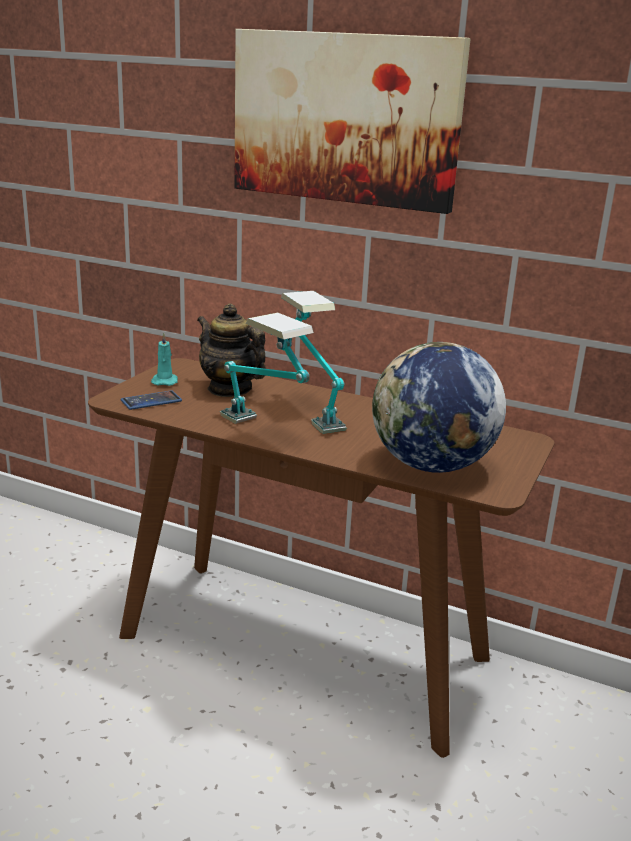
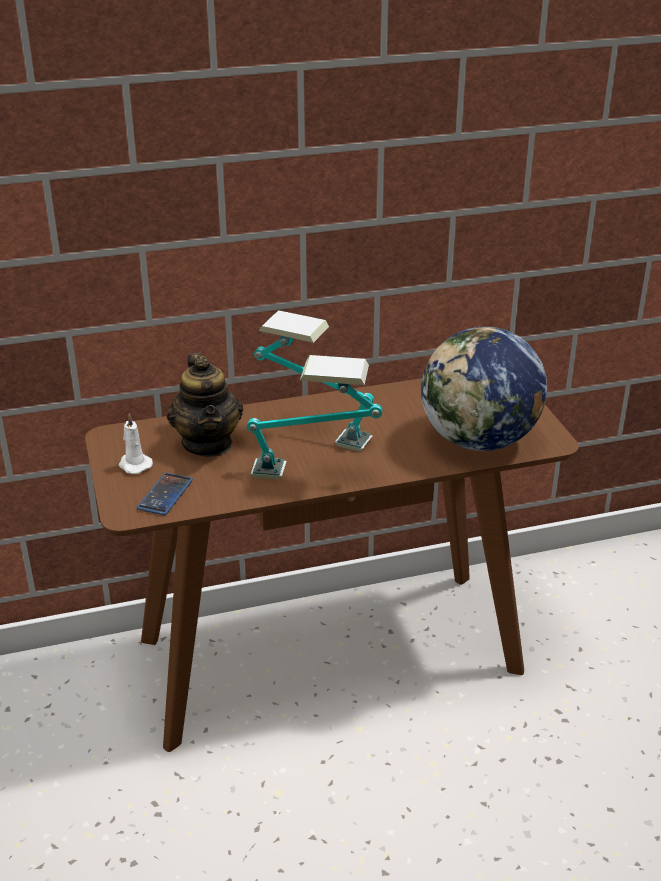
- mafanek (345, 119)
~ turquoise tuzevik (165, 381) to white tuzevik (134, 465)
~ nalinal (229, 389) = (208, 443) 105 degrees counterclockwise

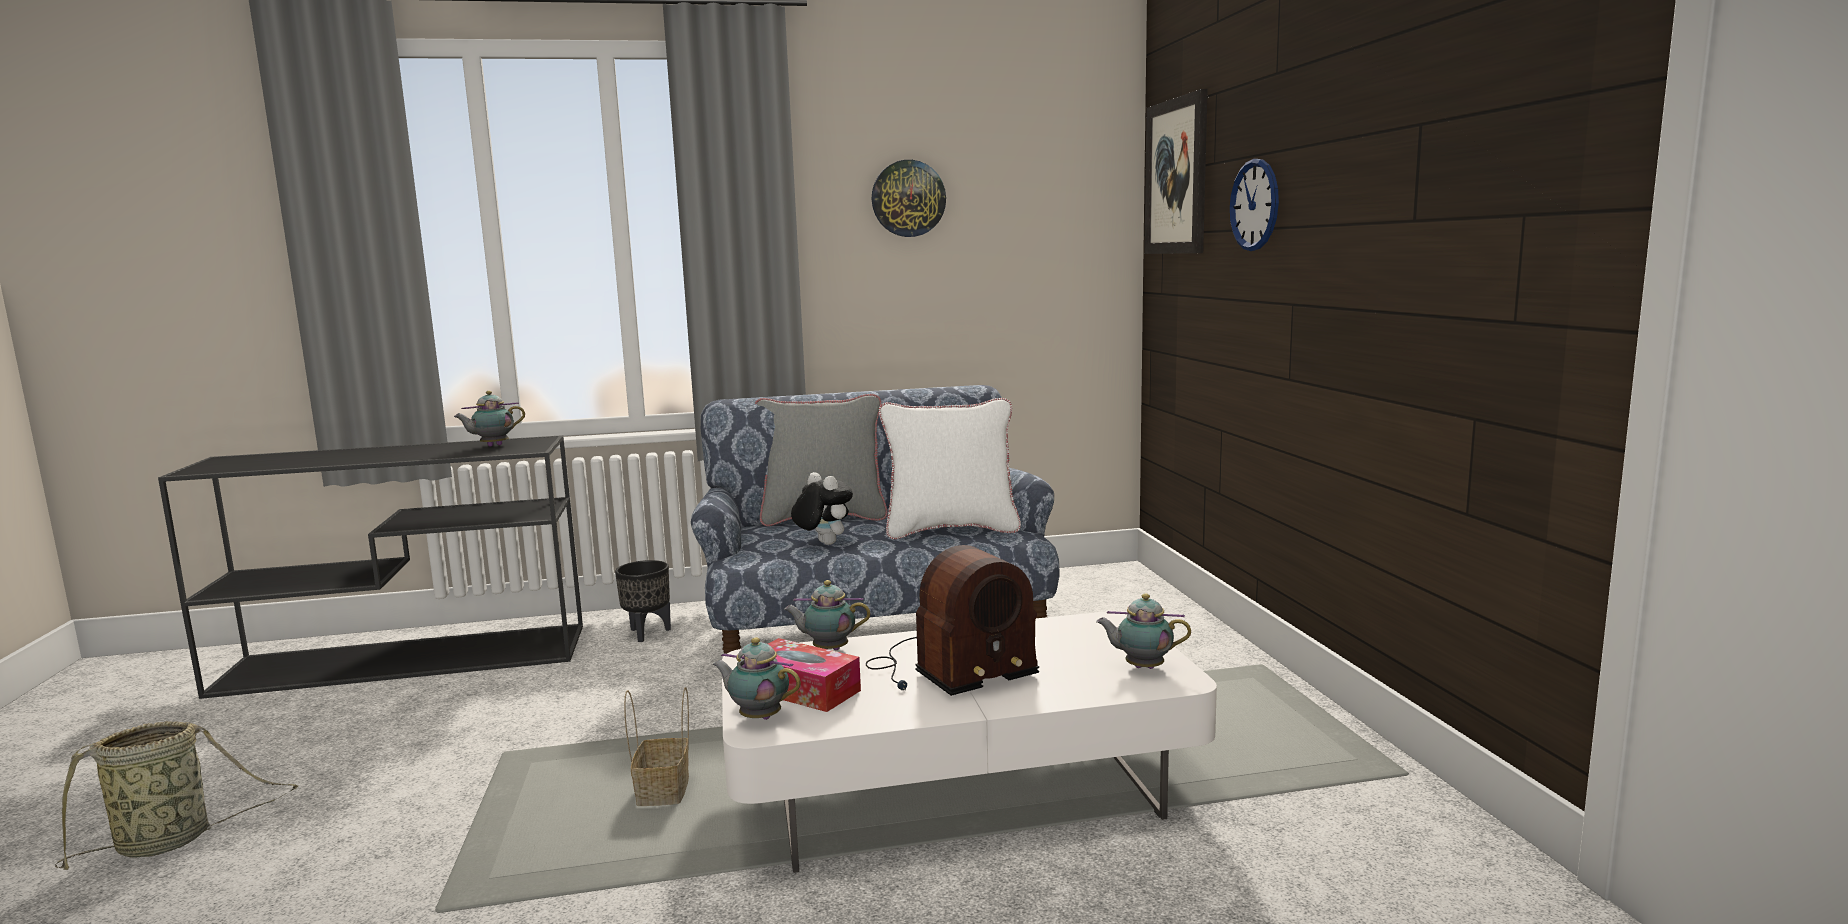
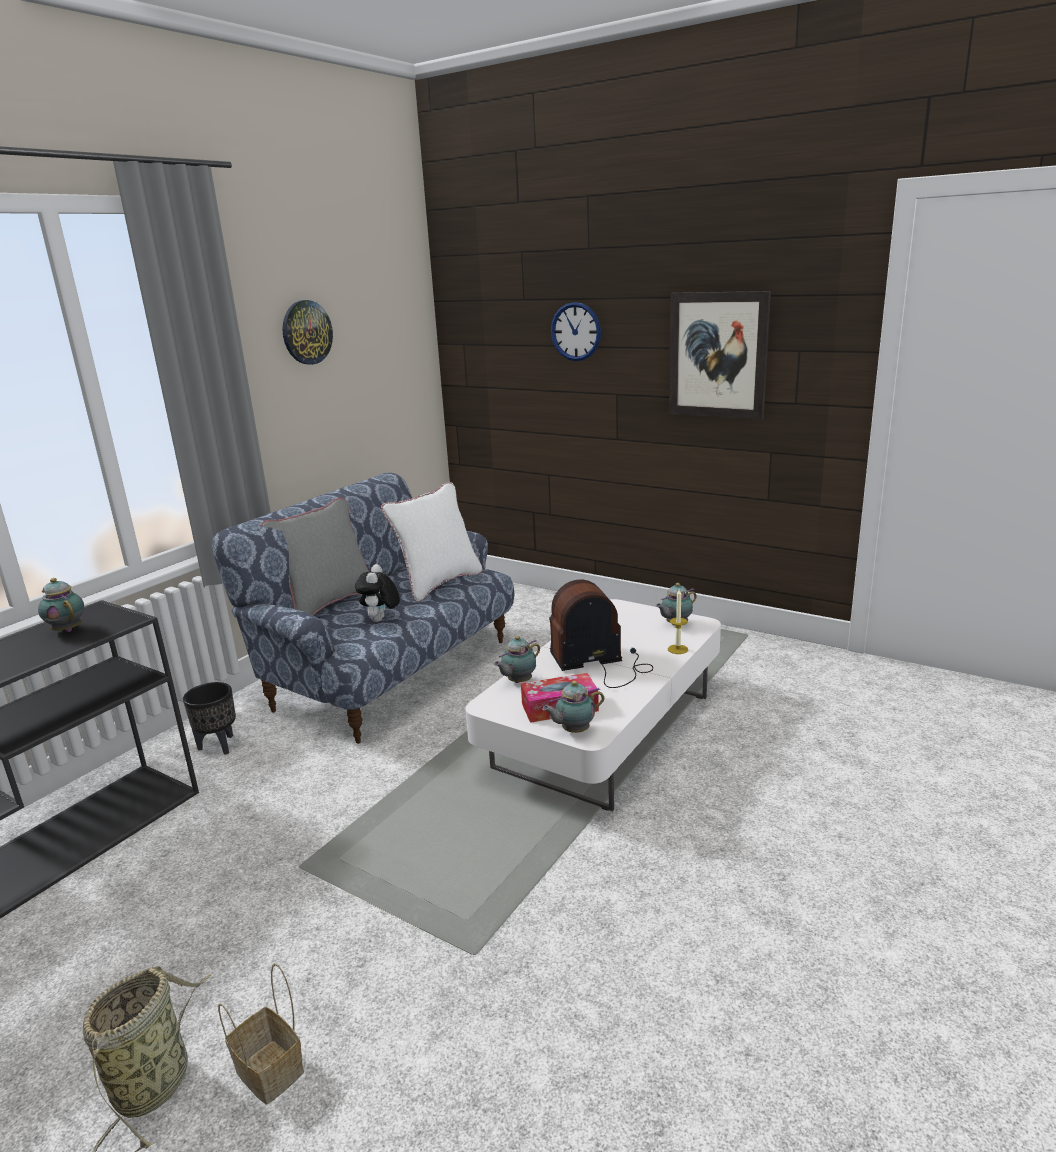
+ tuzevik (677, 649)
~ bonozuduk (664, 794) to (272, 1071)
~ mafanek (1176, 177) to (718, 355)
~ nalinal (492, 446) = (67, 629) 120 degrees clockwise
~ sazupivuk (823, 543) = (380, 620) 90 degrees counterclockwise
~ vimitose (948, 669) = (601, 663) 120 degrees counterclockwise

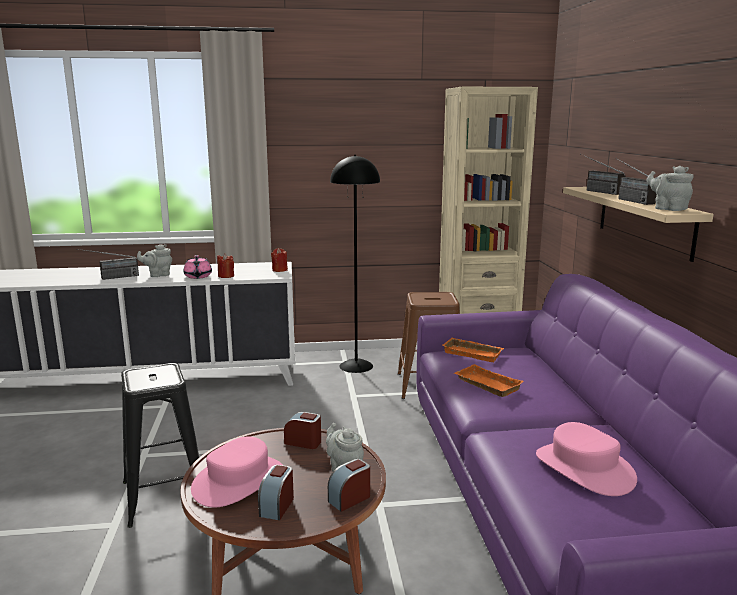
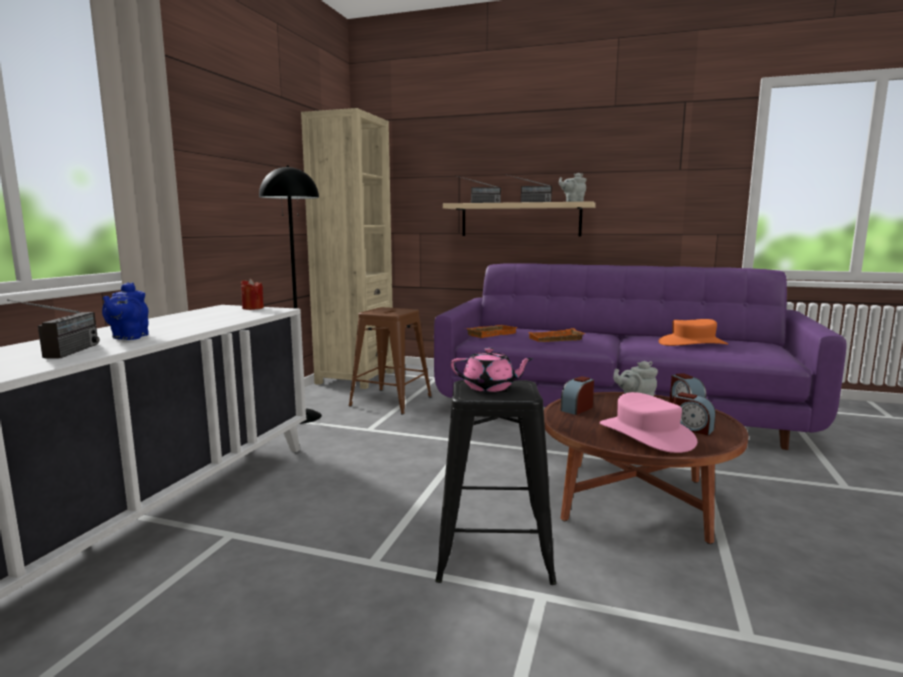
- red tuzevik (226, 276)
~ pink nalinal (198, 276) to (490, 387)
~ grey nalinal (158, 275) to blue nalinal (129, 337)
~ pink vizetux (583, 468) to orange vizetux (692, 343)

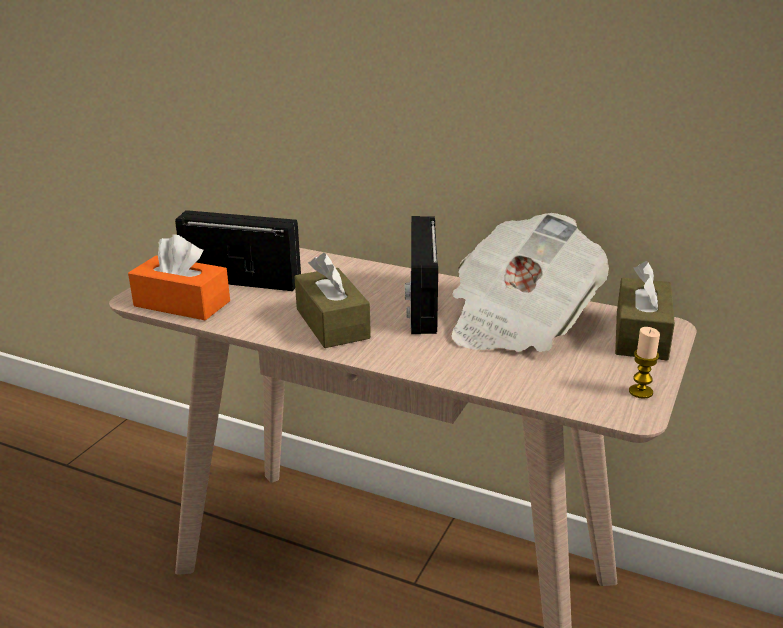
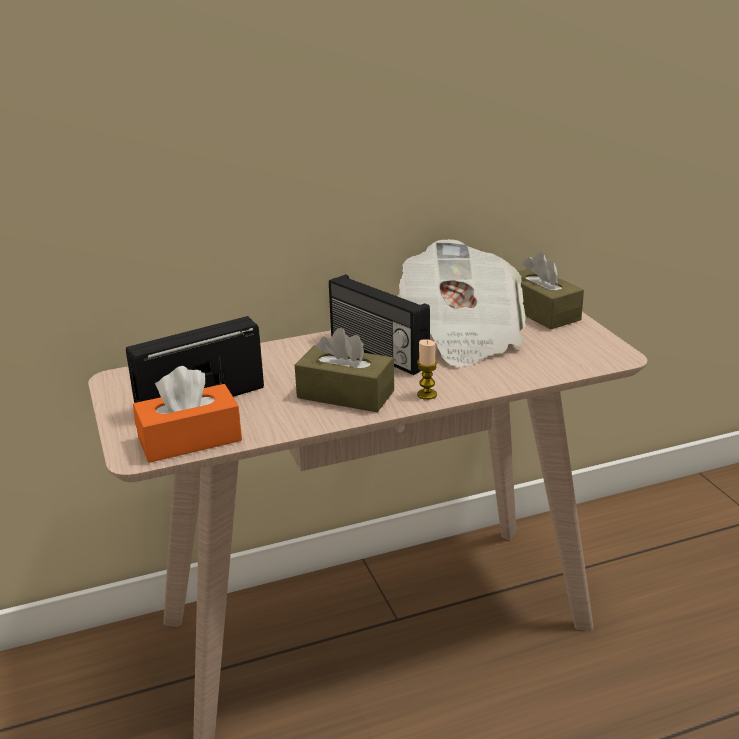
~ tuzevik (640, 392) to (427, 394)

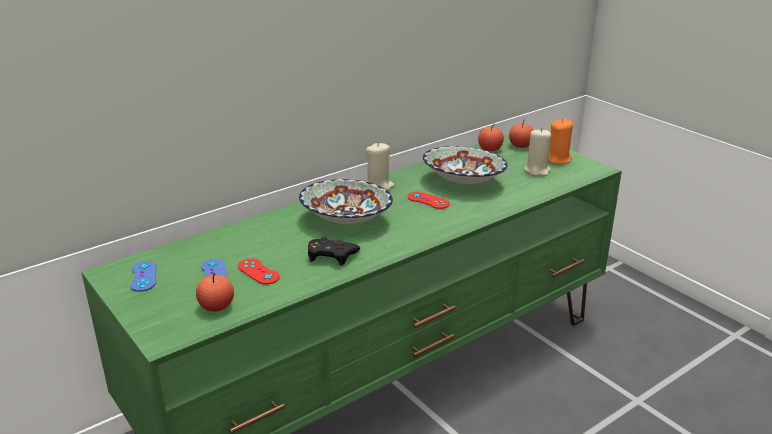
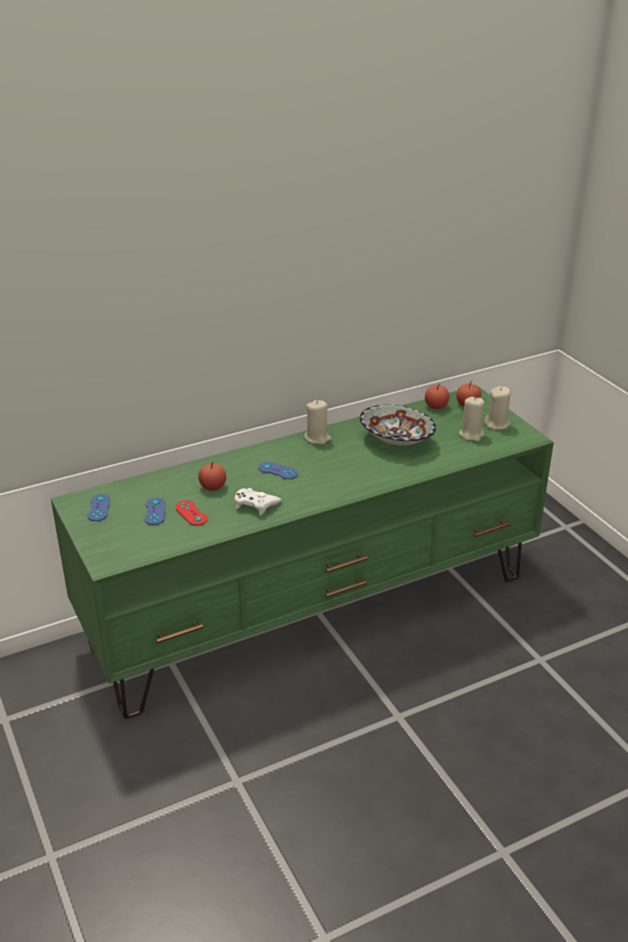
- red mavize (428, 200)
~ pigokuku (216, 306) to (213, 487)
~ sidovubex (346, 220) to blue mavize (278, 471)
~ black mavize (331, 255) to white mavize (255, 504)
~ orange tuzevik (558, 159) to beige tuzevik (497, 424)

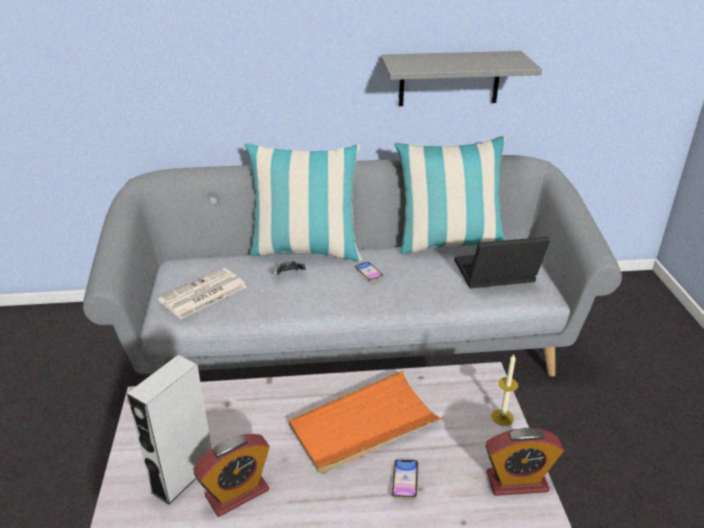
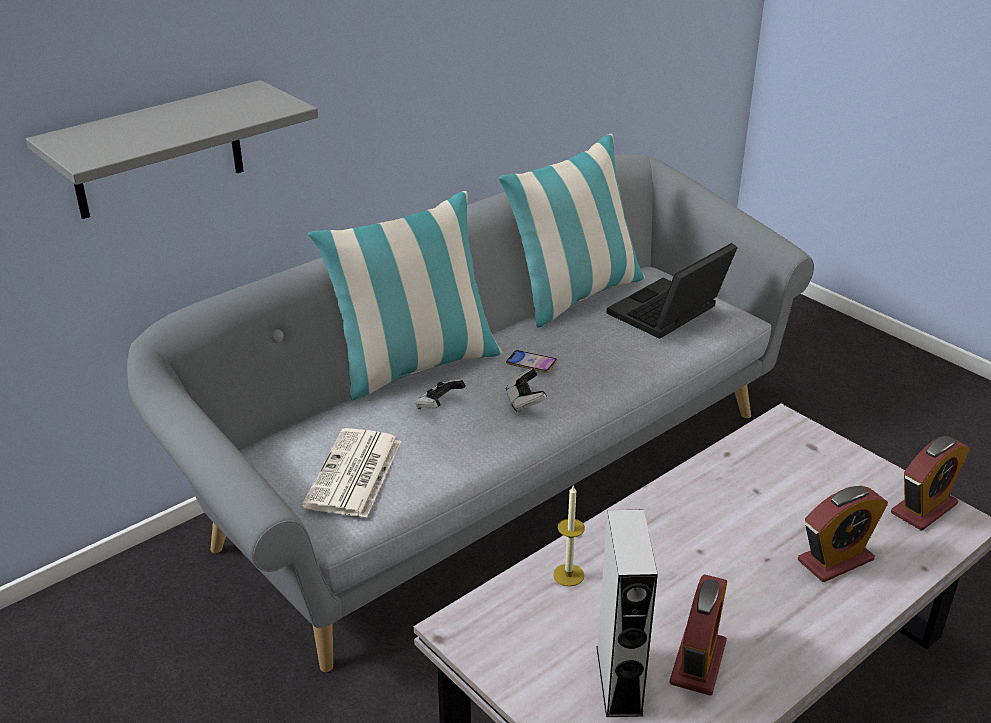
- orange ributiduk (364, 425)
+ mavize (525, 402)
~ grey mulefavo (449, 78) to (157, 151)
~ tuzevik (502, 417) to (568, 575)
~ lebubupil (405, 481) to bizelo (835, 560)

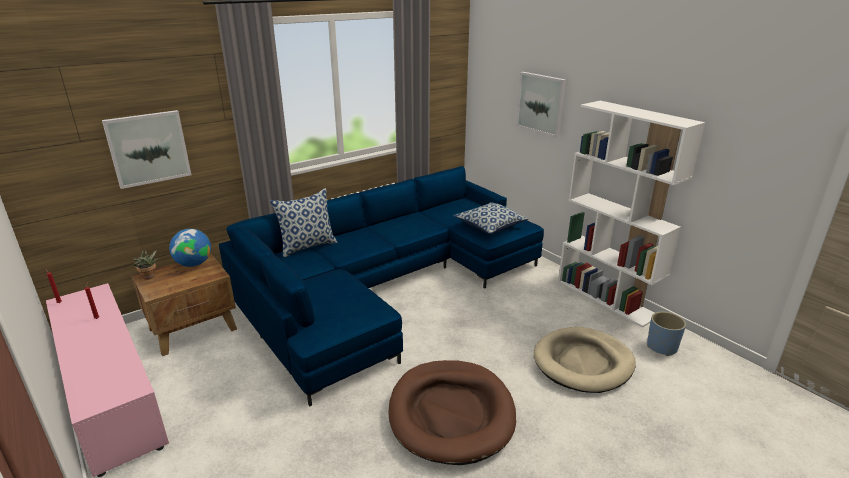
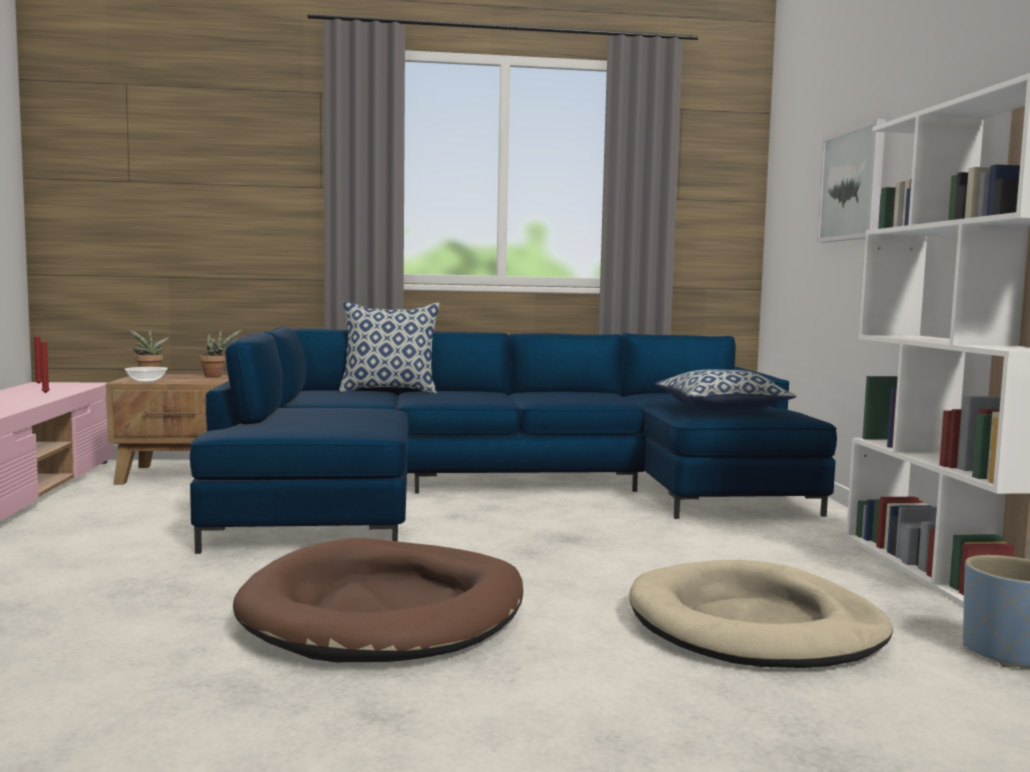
- mafanek (148, 148)
+ sidovubex (146, 381)
~ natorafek (193, 264) to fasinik (215, 376)

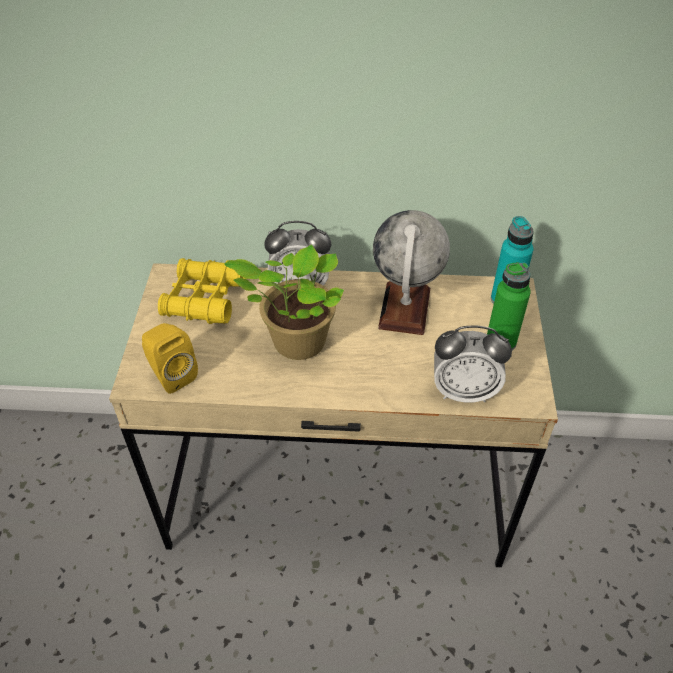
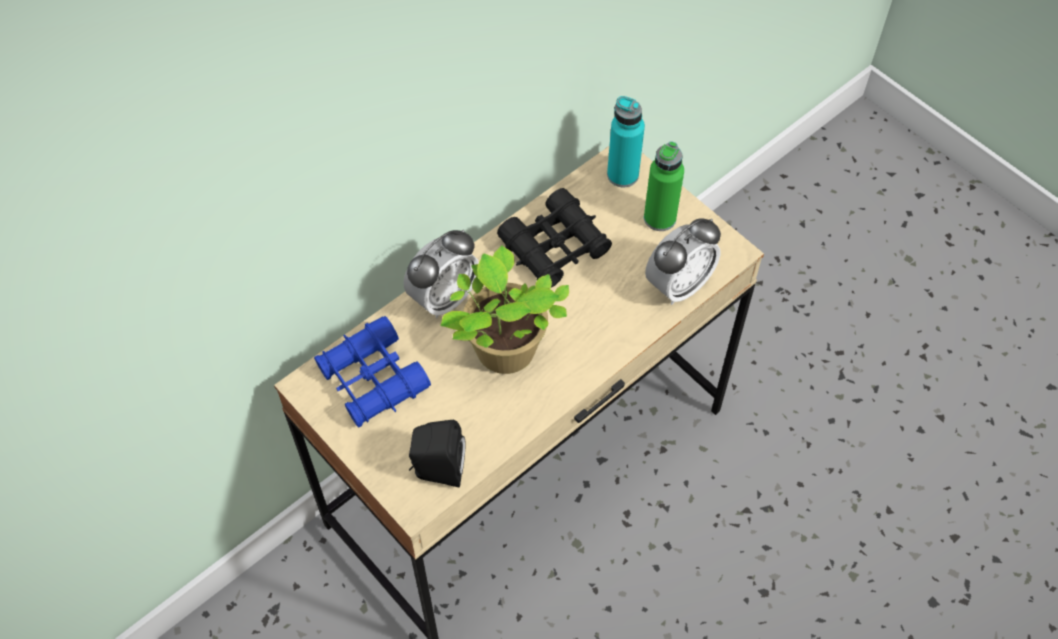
~ natorafek (405, 308) to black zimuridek (555, 247)
~ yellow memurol (171, 374) to black memurol (437, 470)
~ yellow zimuridek (204, 299) to blue zimuridek (373, 379)

